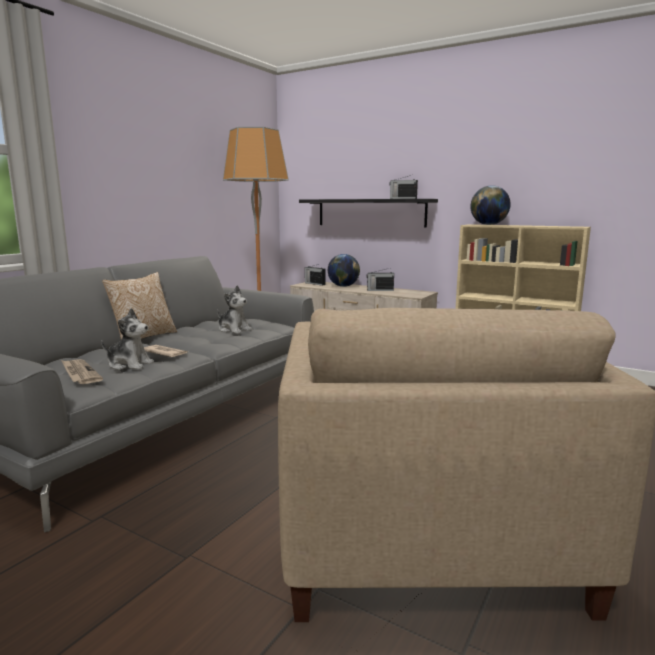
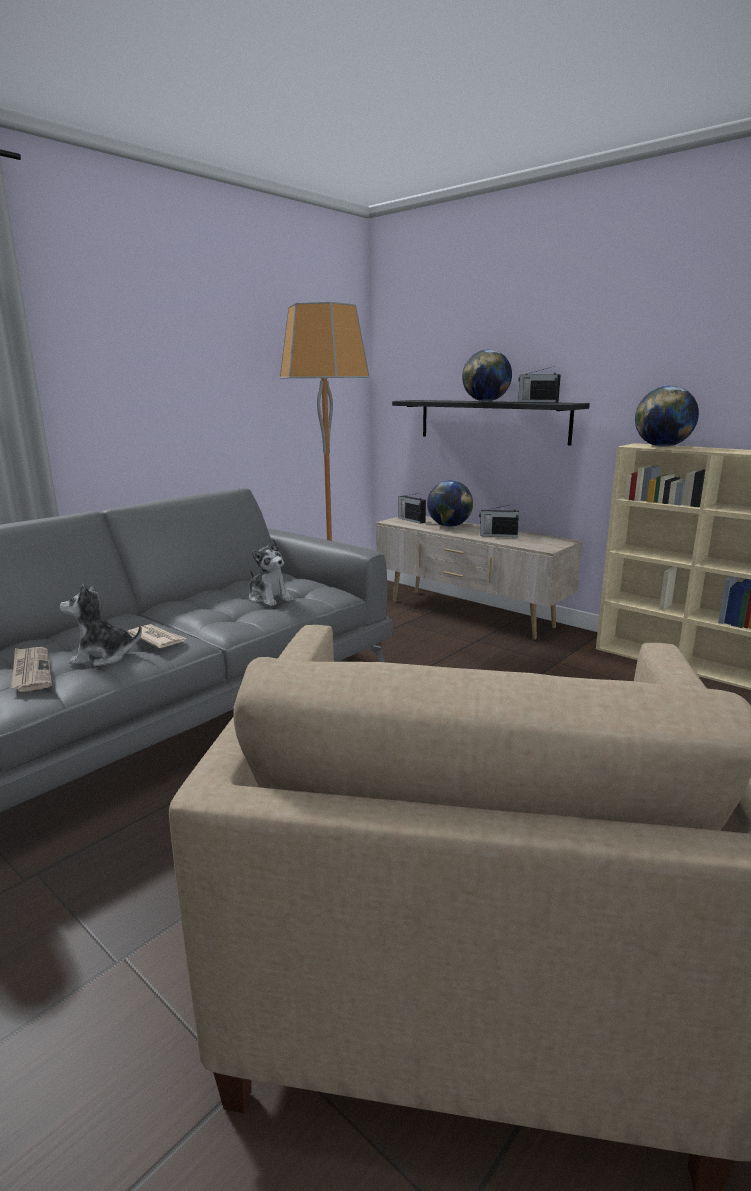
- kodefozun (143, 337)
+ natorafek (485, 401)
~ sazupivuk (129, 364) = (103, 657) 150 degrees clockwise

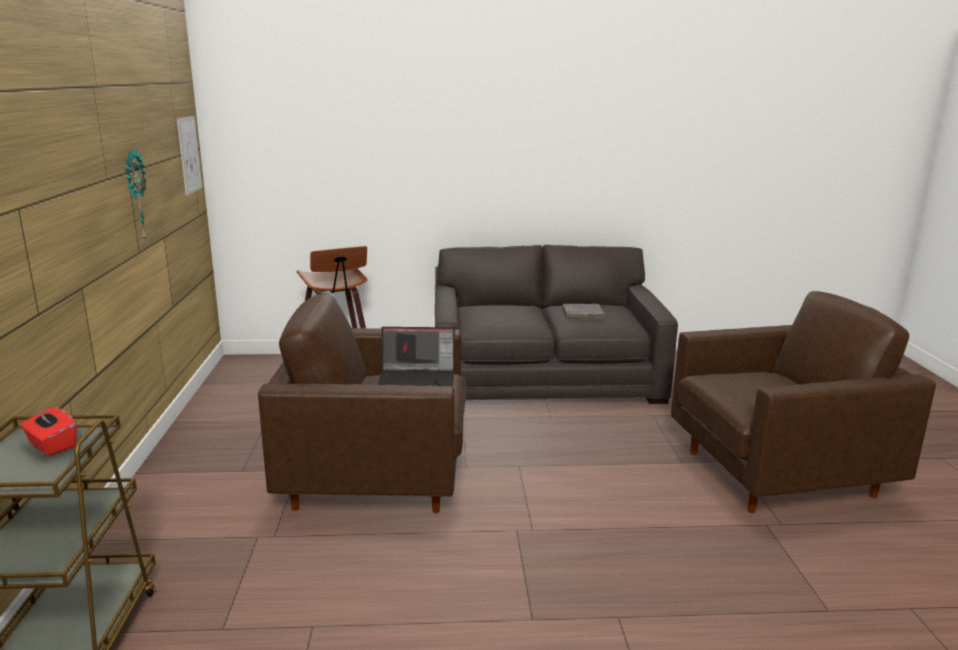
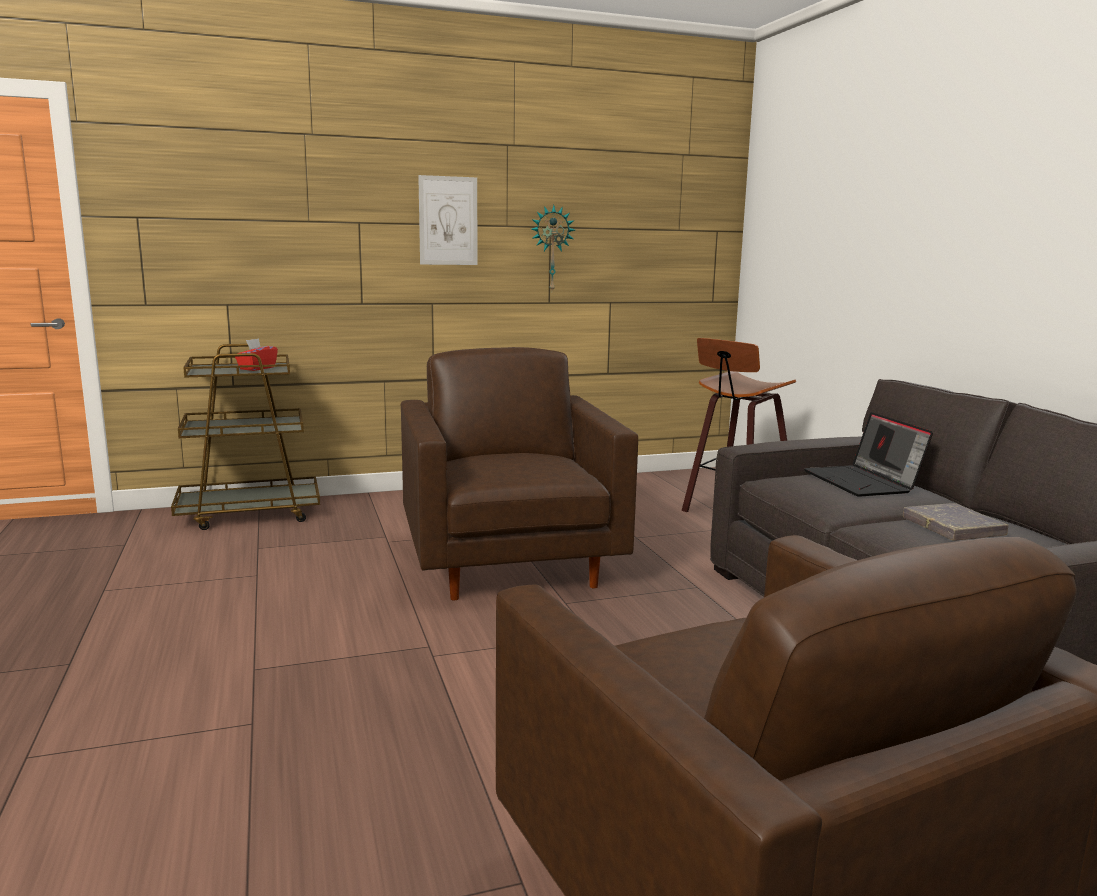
~ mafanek (189, 155) to (448, 221)
~ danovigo (418, 381) to (864, 482)

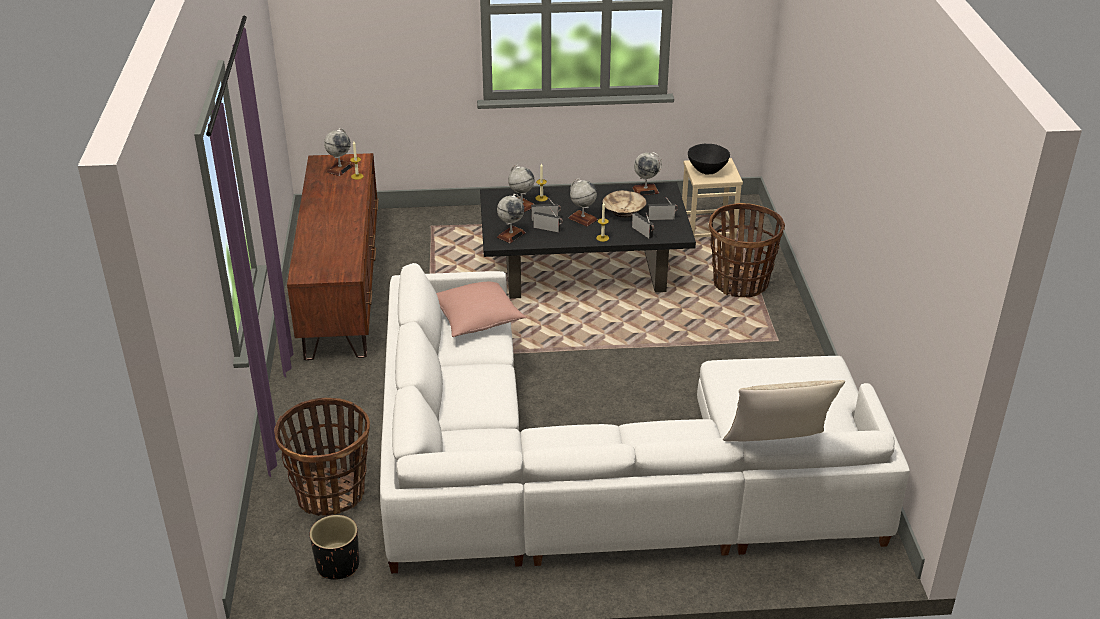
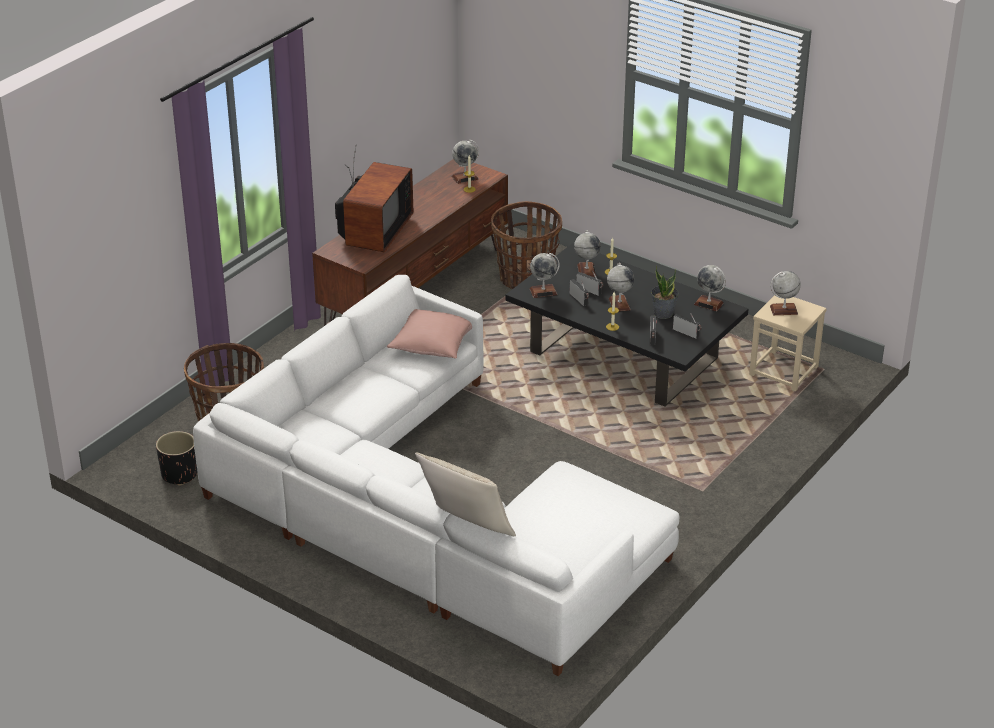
+ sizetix (373, 233)
~ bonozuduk (740, 283) to (526, 279)
~ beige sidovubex (624, 211) to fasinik (663, 313)
~ black sidovubex (707, 171) to natorafek (783, 310)

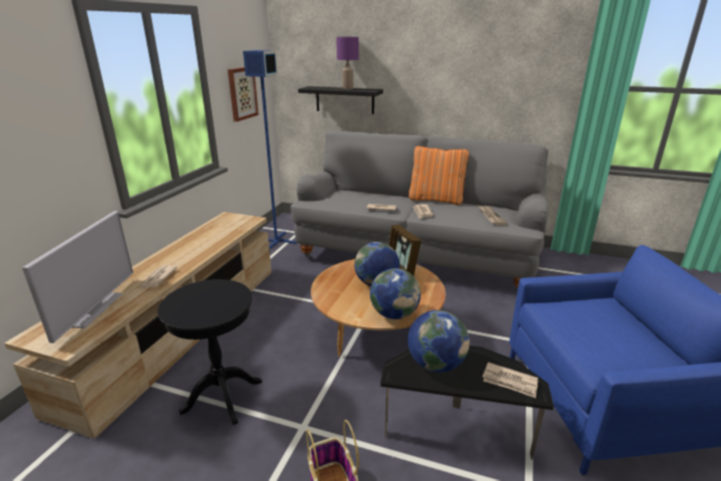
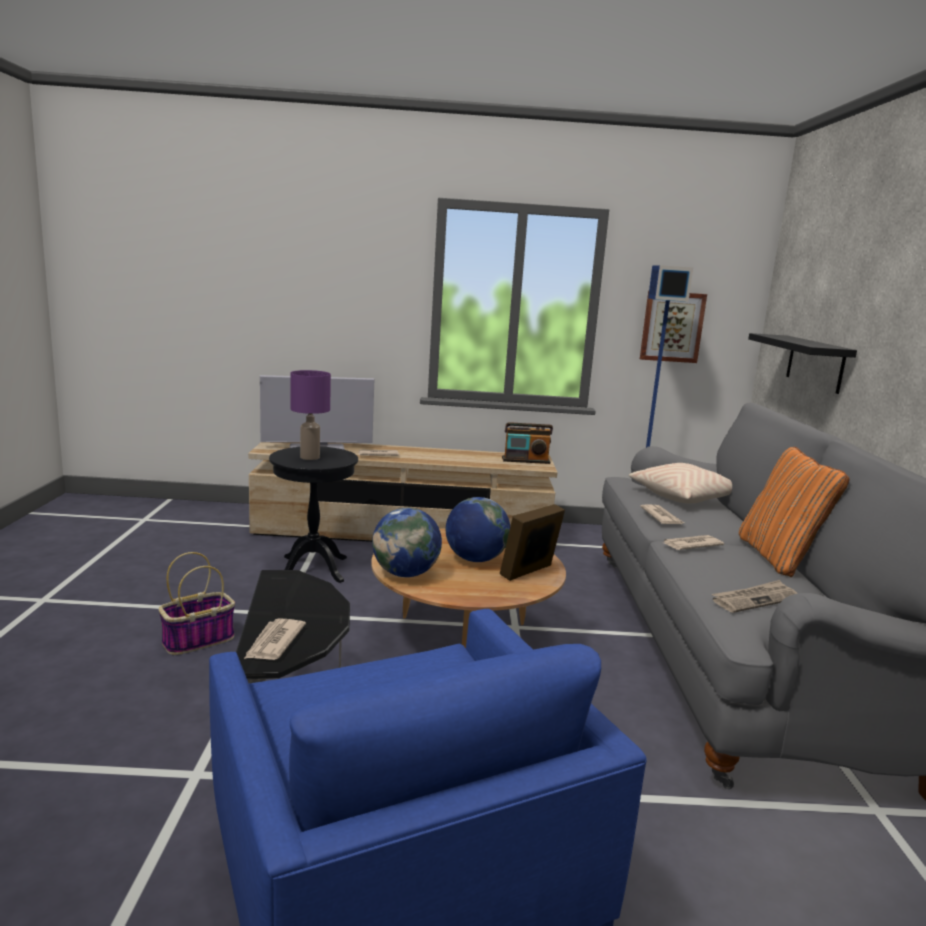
- natorafek (436, 364)
+ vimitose (525, 460)
+ beige kodefozun (683, 497)
~ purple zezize (348, 88) to (309, 457)

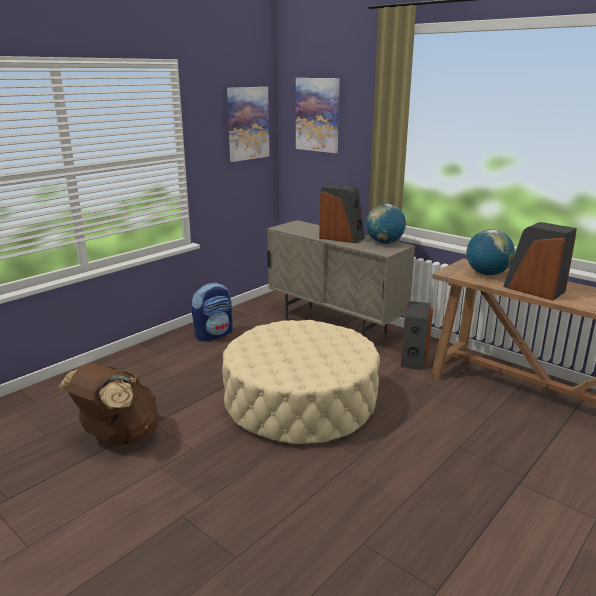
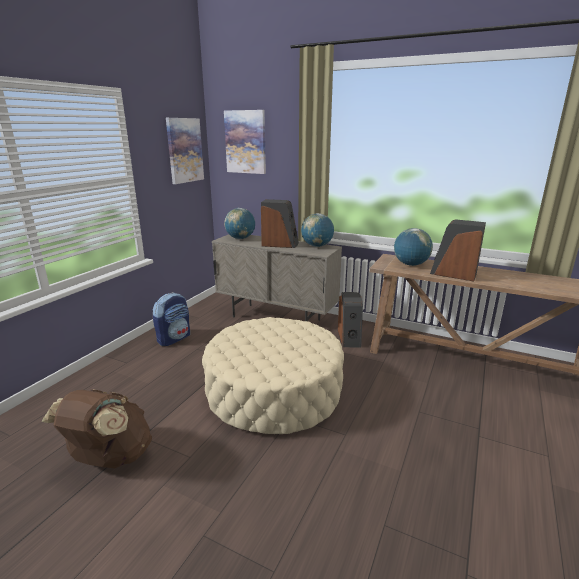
+ natorafek (240, 238)

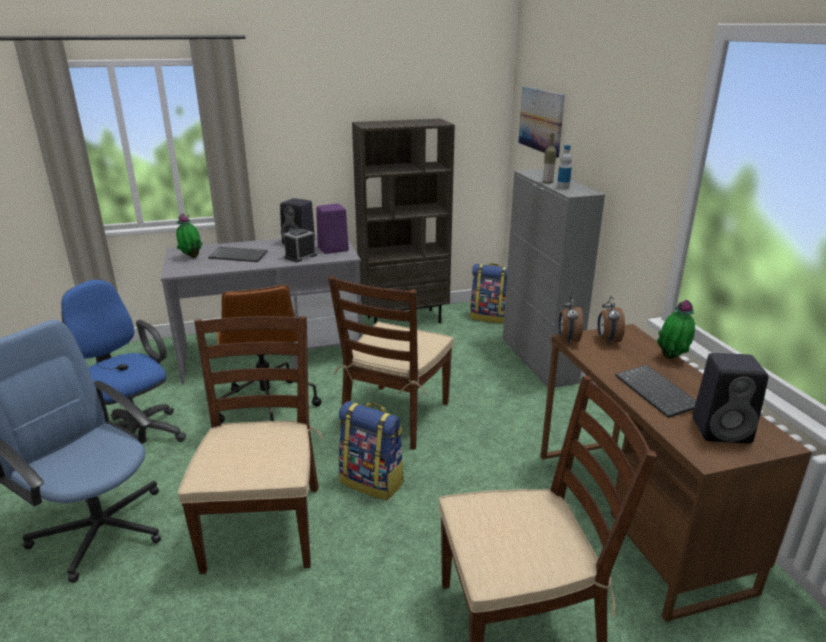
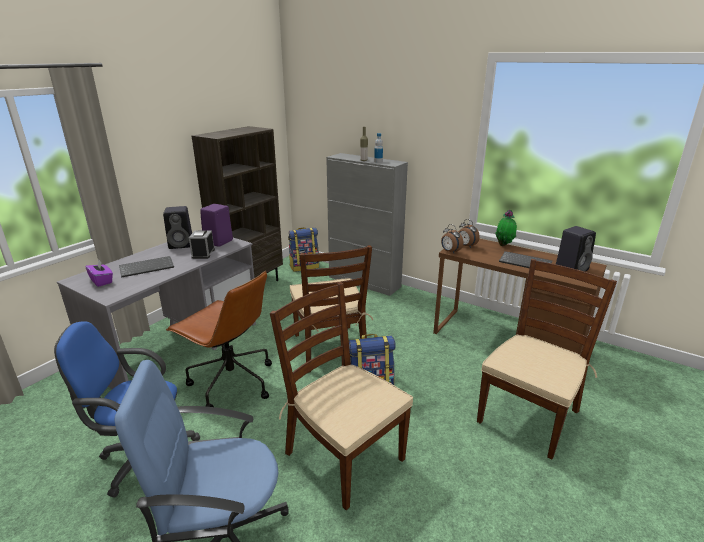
- mafanek (541, 120)
~ fasinik (191, 257) to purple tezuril (102, 281)

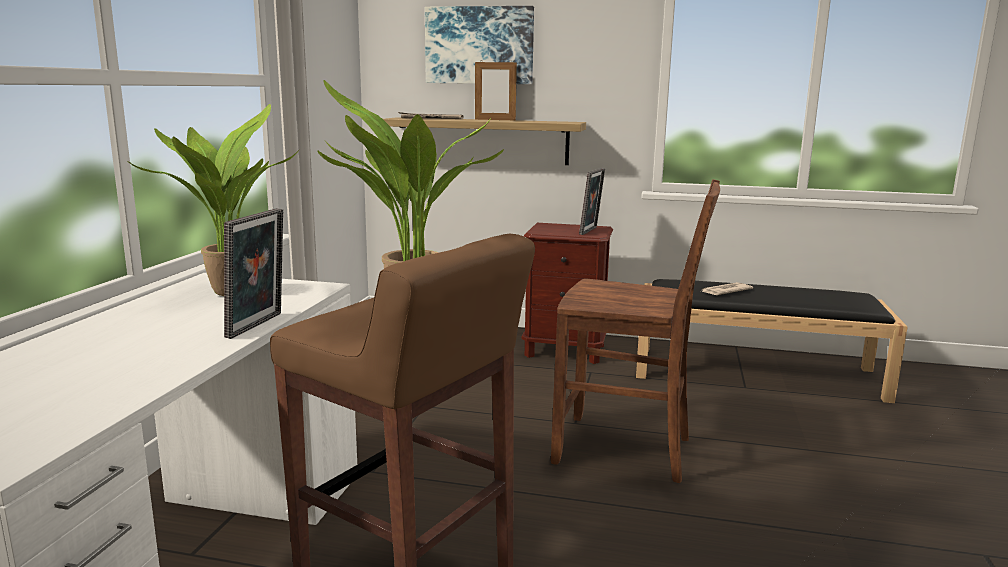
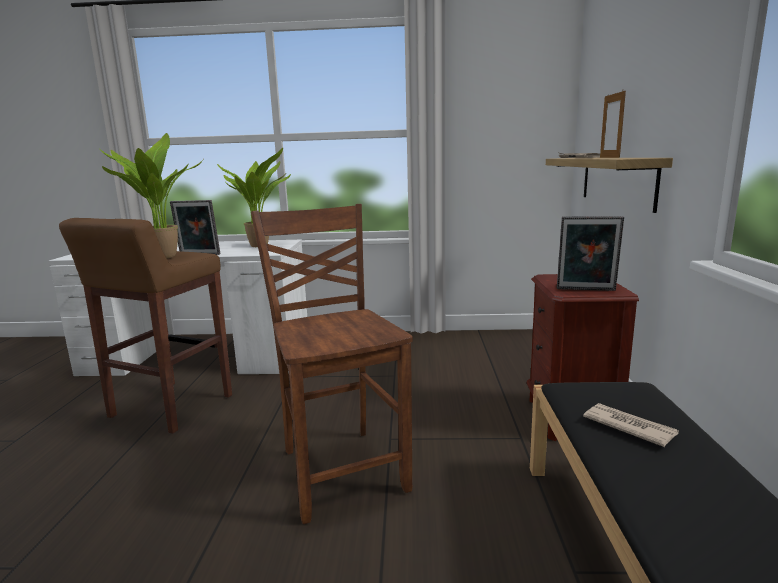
- mafanek (479, 45)
~ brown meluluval (625, 450) = (341, 469) 150 degrees clockwise

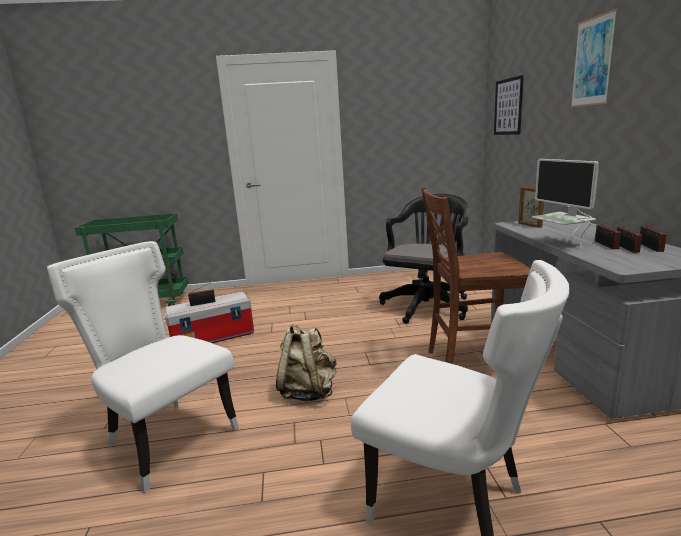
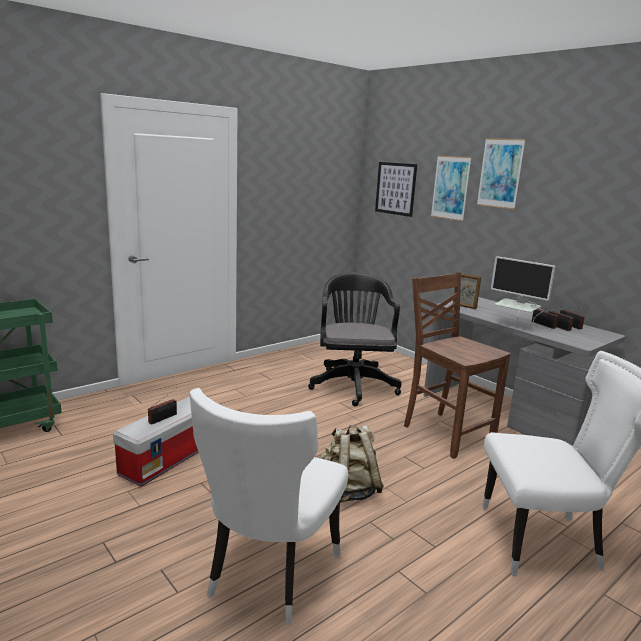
+ mafanek (450, 188)
~ white meluluval (167, 438) = (268, 576) 75 degrees counterclockwise
~ brown meluluval (472, 363) = (446, 433) 90 degrees clockwise

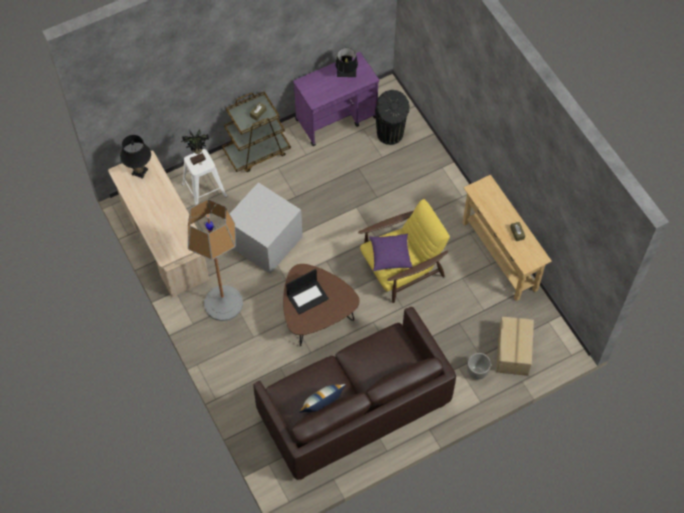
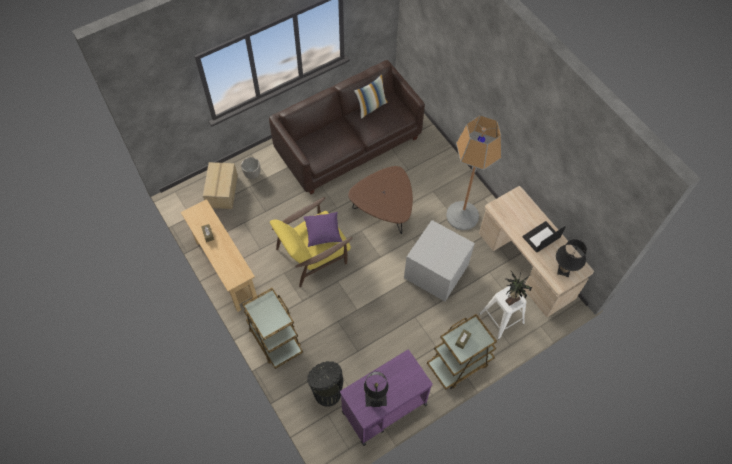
+ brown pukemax (274, 338)
~ danovigo (307, 296) to (541, 237)

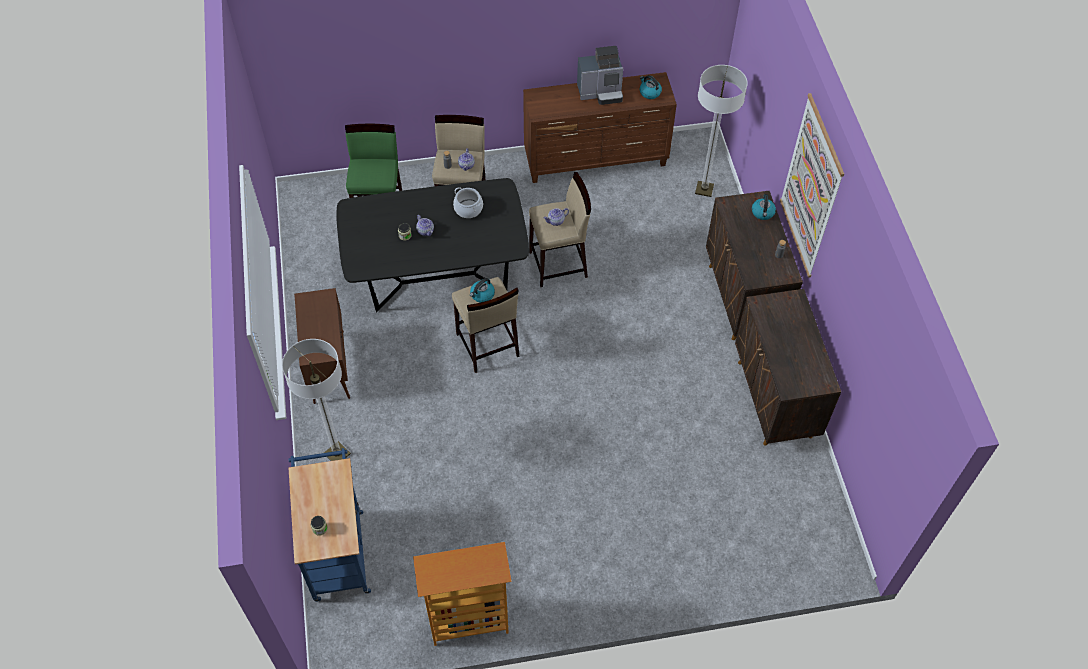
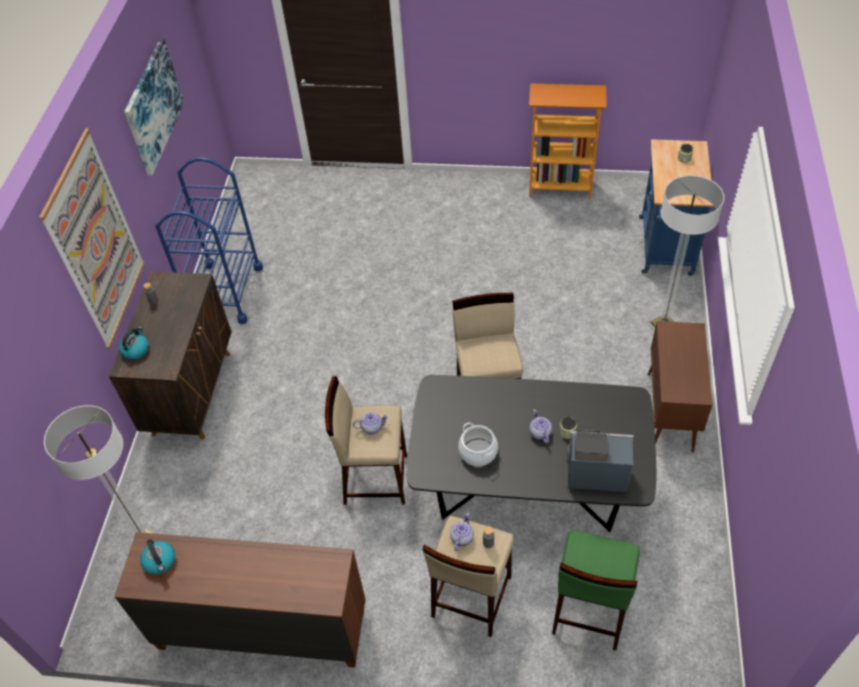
- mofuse (482, 295)
+ mafanek (153, 106)
~ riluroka (601, 92) to (594, 472)
~ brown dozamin (774, 399) to blue pukemax (225, 292)

